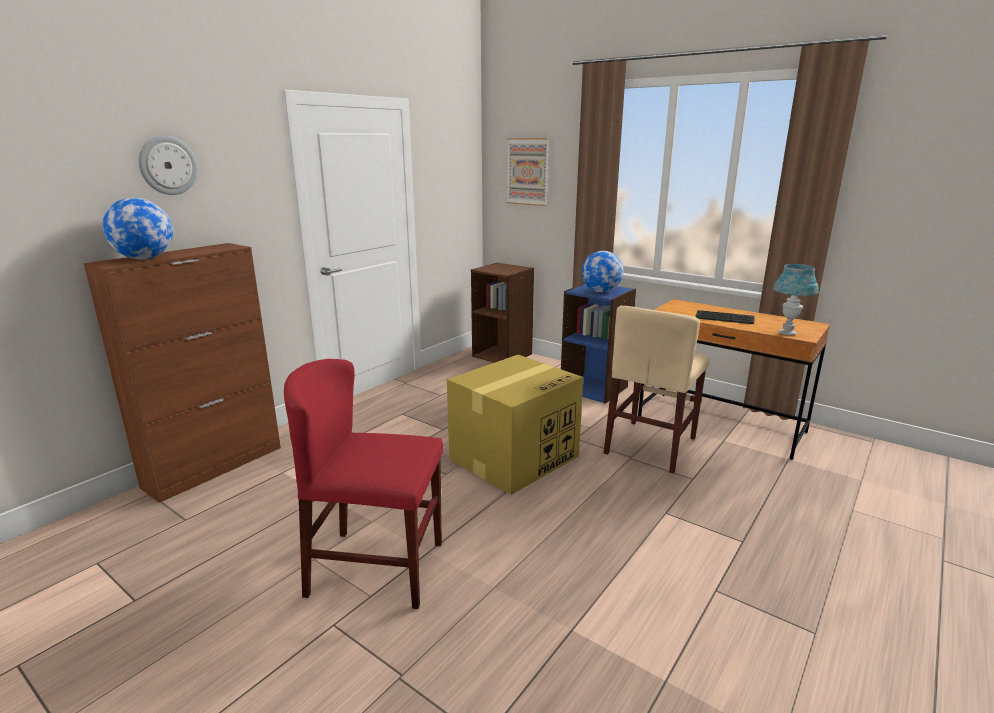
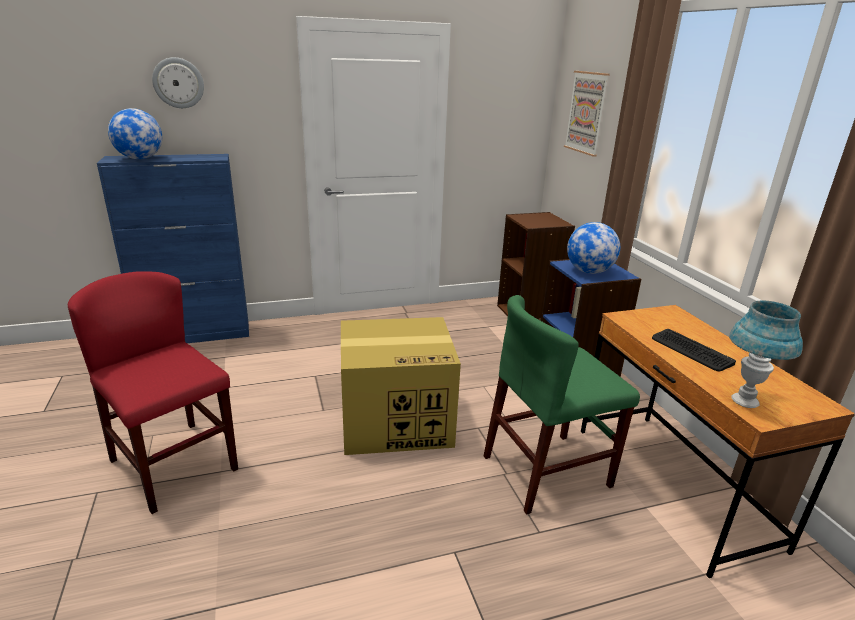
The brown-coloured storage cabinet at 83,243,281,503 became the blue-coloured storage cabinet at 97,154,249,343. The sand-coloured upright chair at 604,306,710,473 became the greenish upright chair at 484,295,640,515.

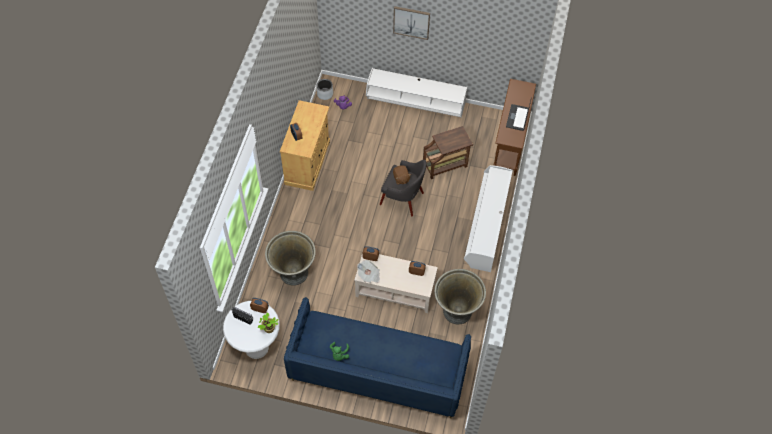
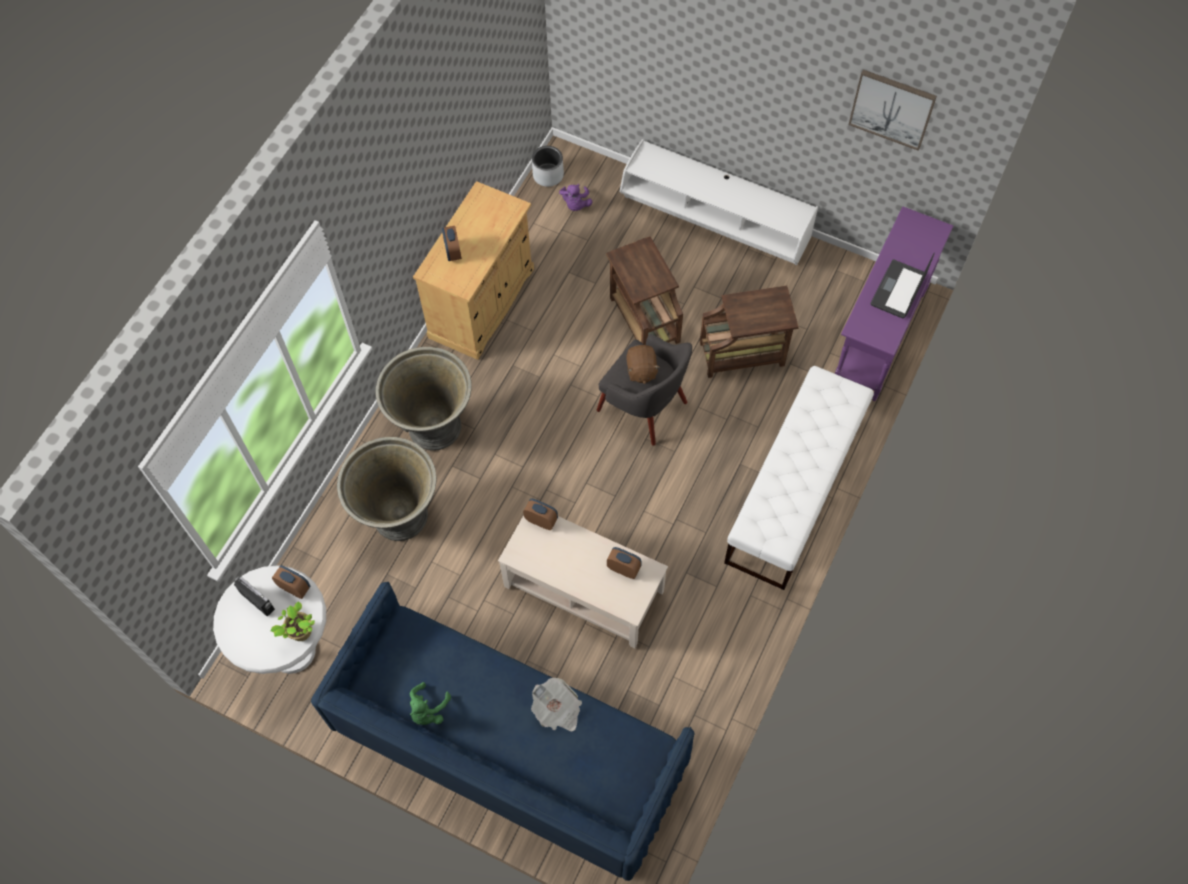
The brown-coloured side table at 606,236,683,345 appeared. The newspaper moved from 357,260,380,283 to 531,678,582,732. The picture moved from 393,6,430,40 to 849,70,937,151. The grey flower pot moved from 434,269,486,324 to 375,347,472,451. The white-coloured media console at 464,165,513,272 was replaced by the white-coloured bench at 724,366,874,590. The brown-coloured narrow table at 493,79,536,176 became the purplish narrow table at 835,206,953,401.

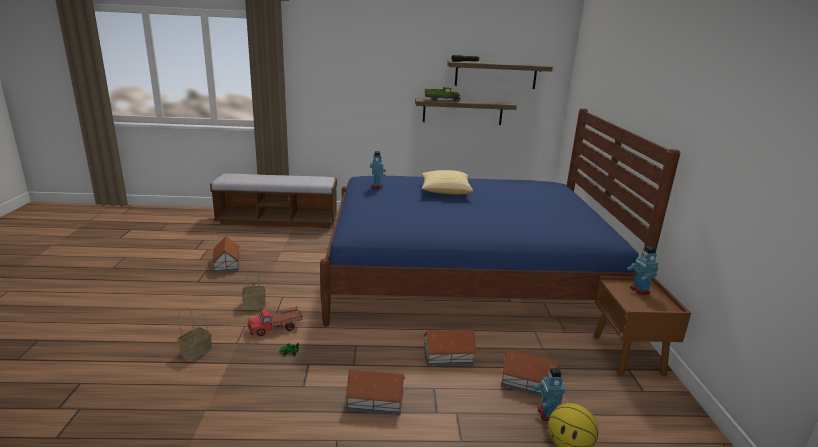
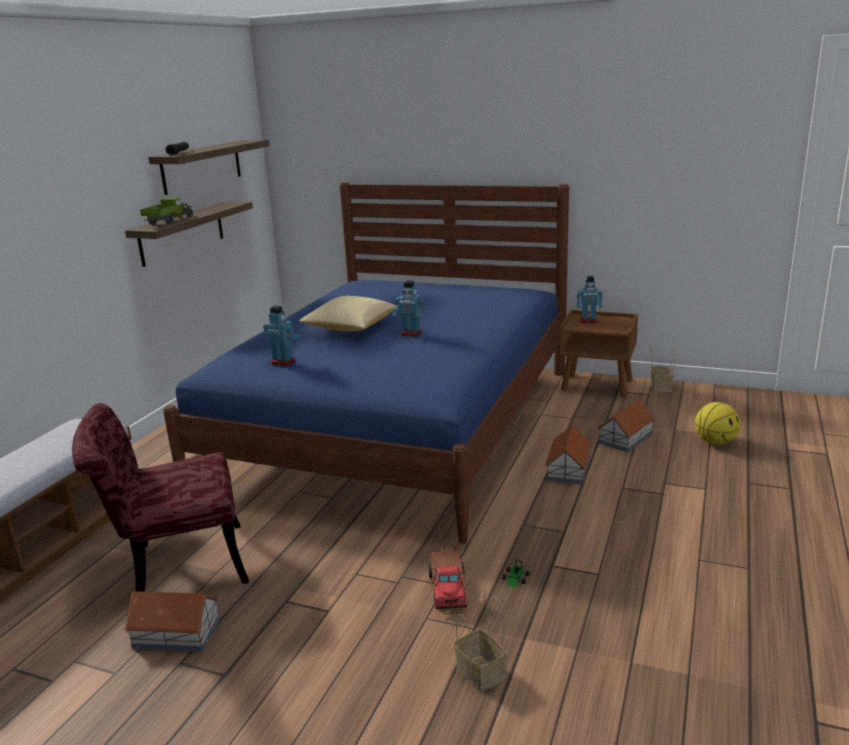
The miniature house at 345,370,405,416 disappeared. The red upright chair at 72,403,249,592 appeared. The storage basket moved from 242,263,266,309 to 650,345,676,392. The toy robot moved from 534,368,565,421 to 392,280,425,337.

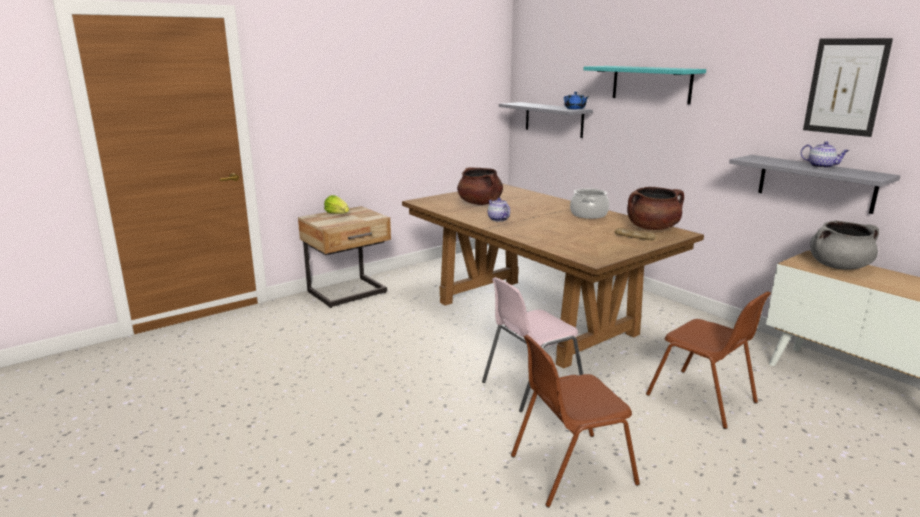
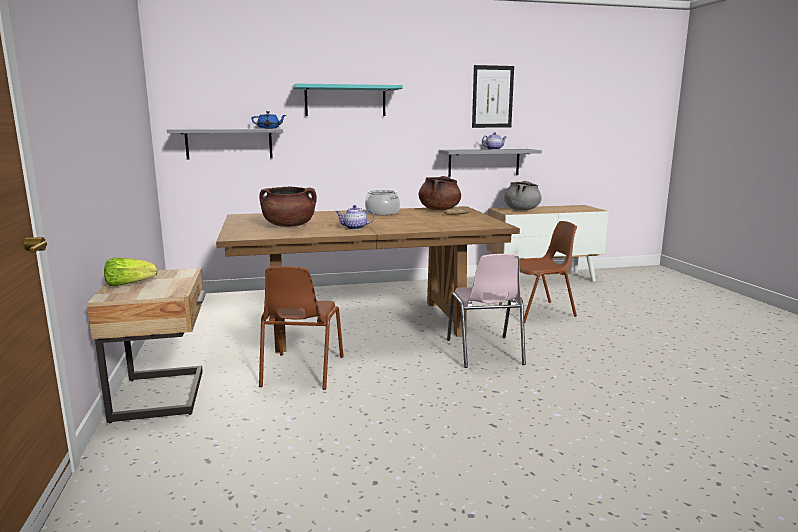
The brown-coloured upright chair moved from 511,335,640,507 to 259,266,344,390.

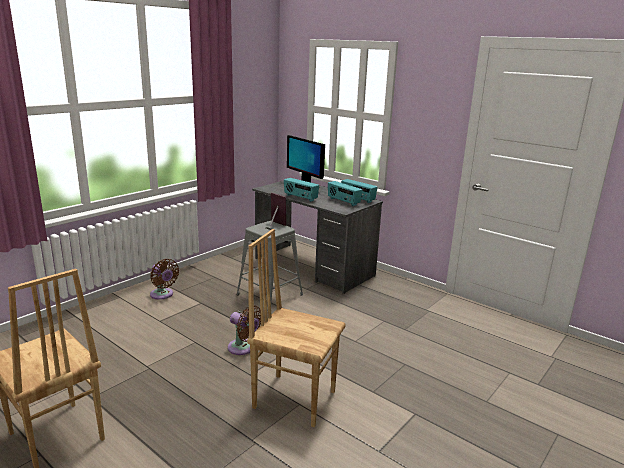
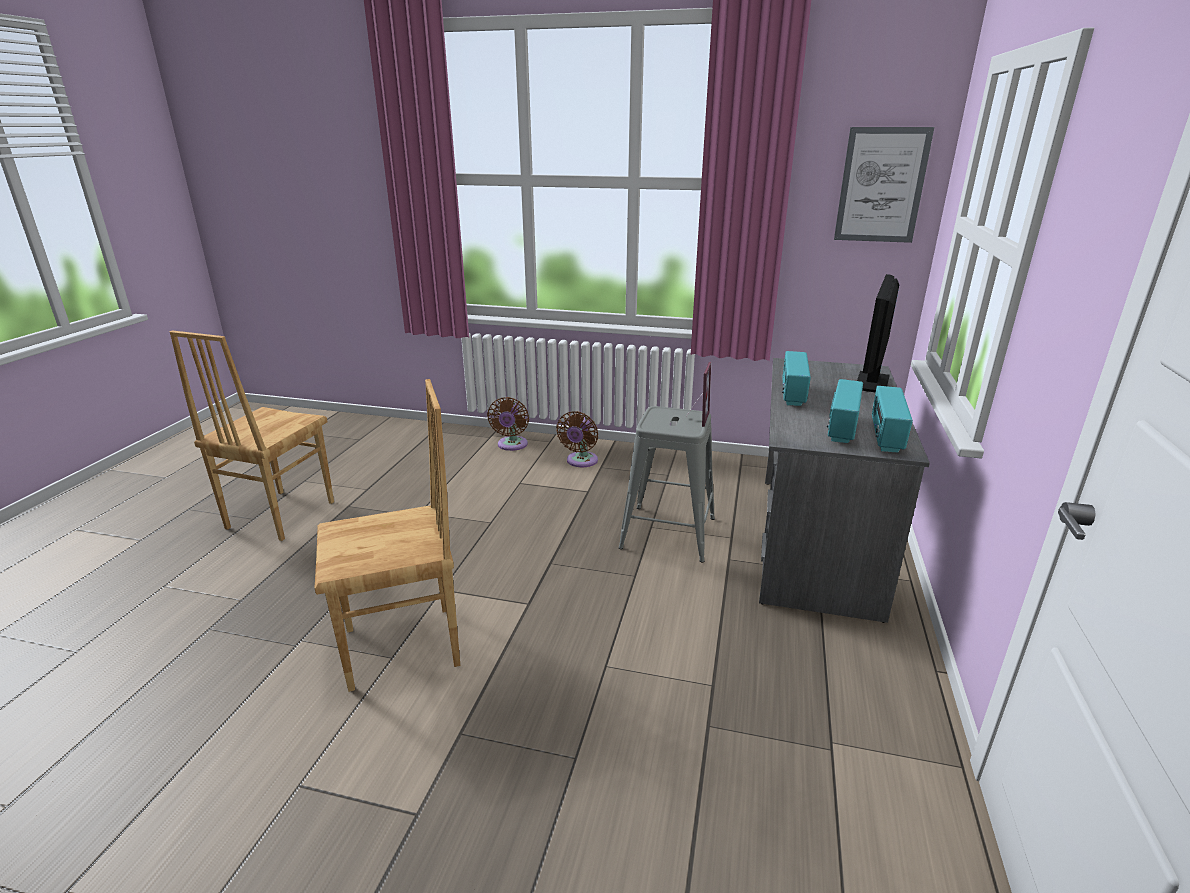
The picture at 834,127,934,243 appeared. The brown-coloured electric fan moved from 228,306,261,355 to 487,397,529,451. The brown-coloured upright chair at 247,229,346,427 turned 75 degrees clockwise.

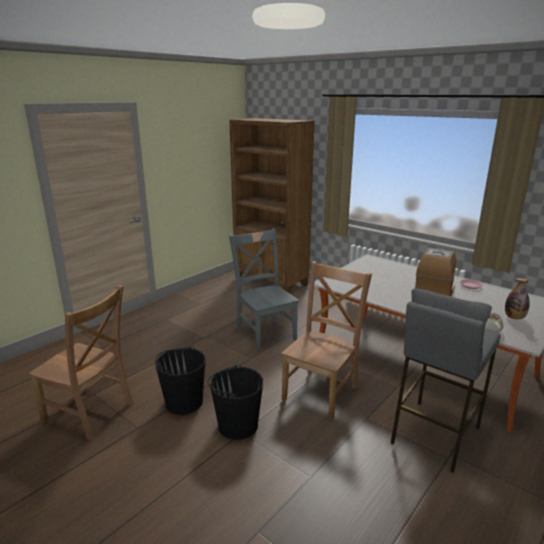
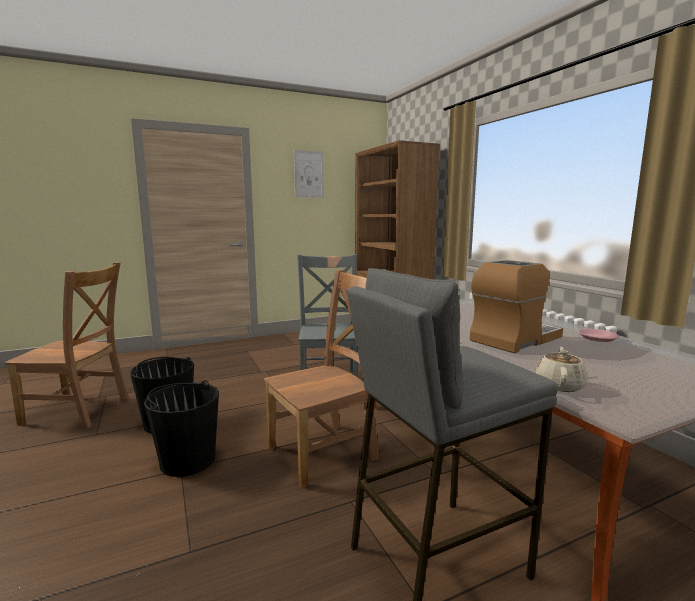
The beverage bottle at 505,278,530,320 disappeared. The picture at 294,150,324,198 appeared. The brown-coloured upright chair at 28,285,133,441 turned 45 degrees counterclockwise.

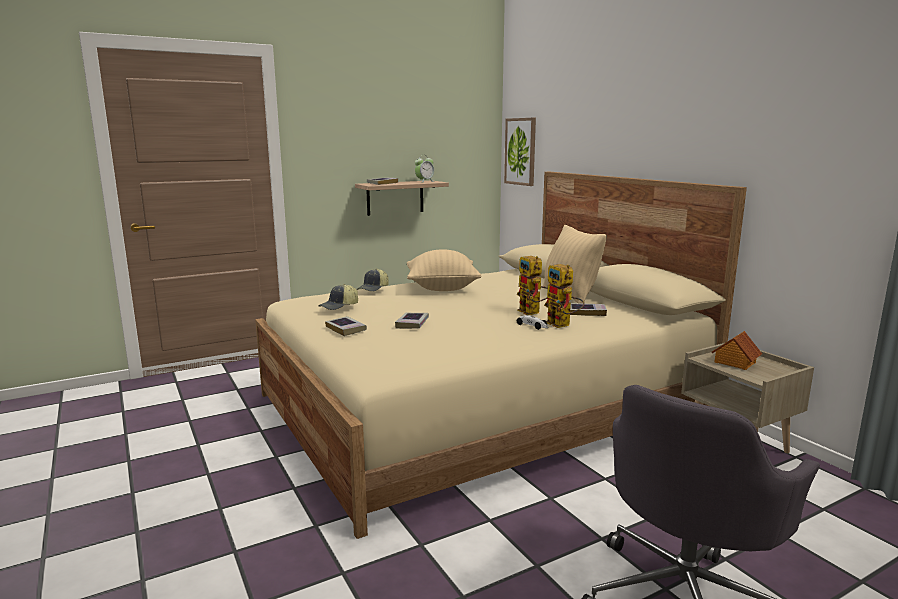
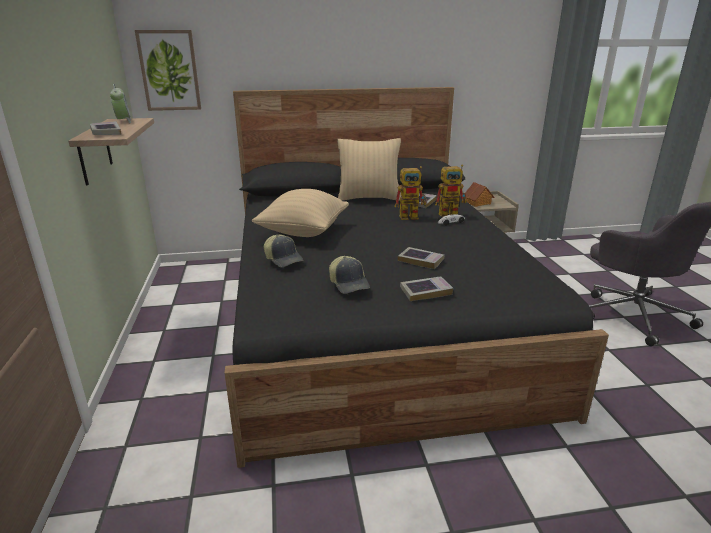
The sand-coloured bedroom bed at 255,172,747,539 became the black bedroom bed at 225,87,609,468.

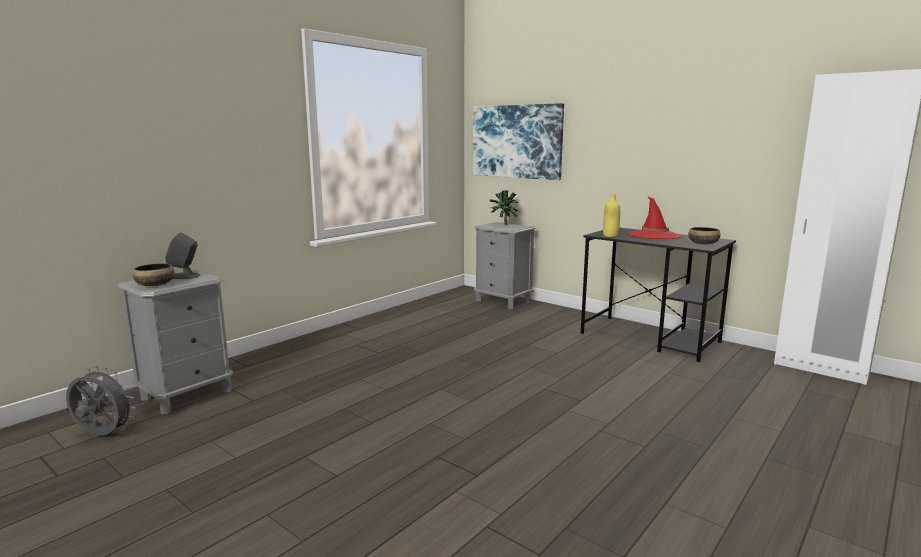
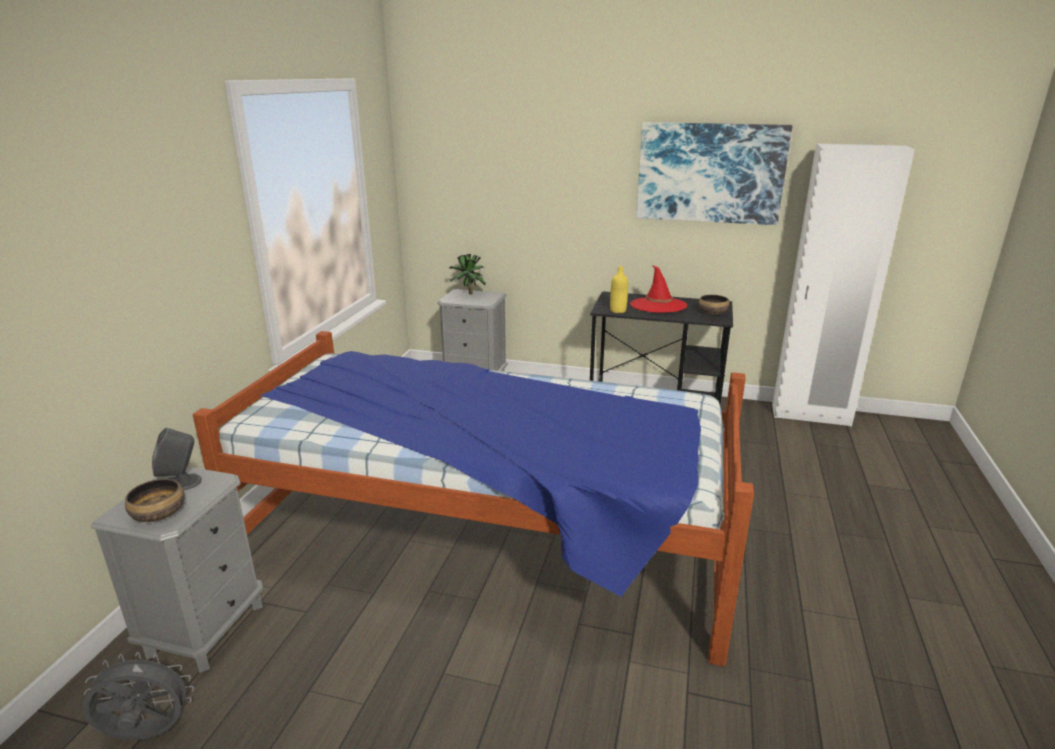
The bedroom bed at 193,331,754,667 appeared. The picture moved from 473,103,564,180 to 636,122,792,225.

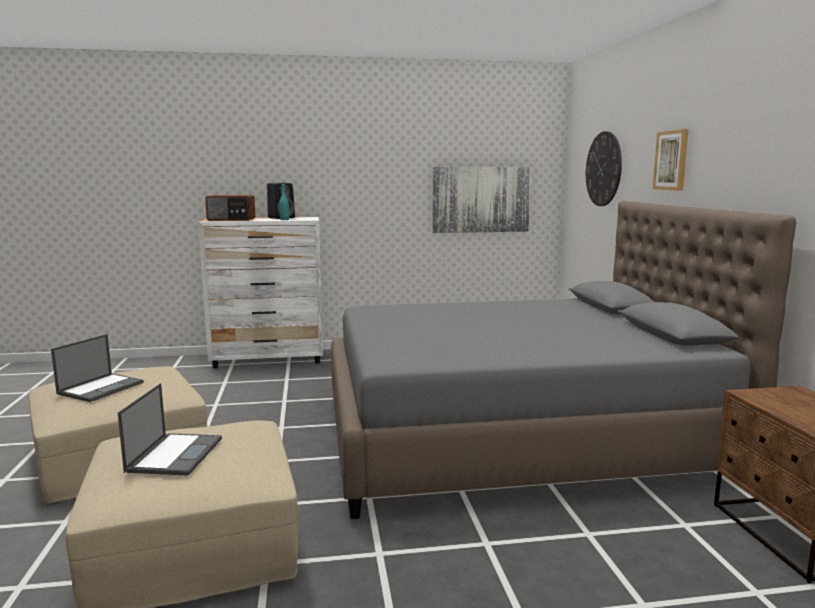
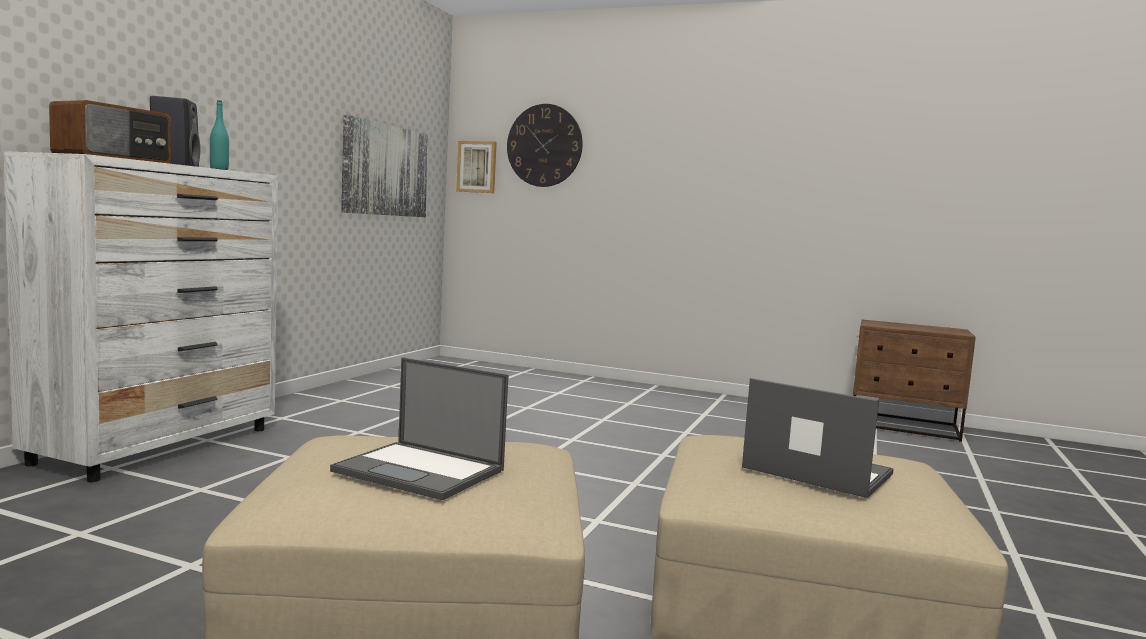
The grey bedroom bed at 331,201,796,519 disappeared. The picture moved from 653,129,689,190 to 456,141,497,193. The notebook computer at 51,334,144,402 turned 150 degrees clockwise.

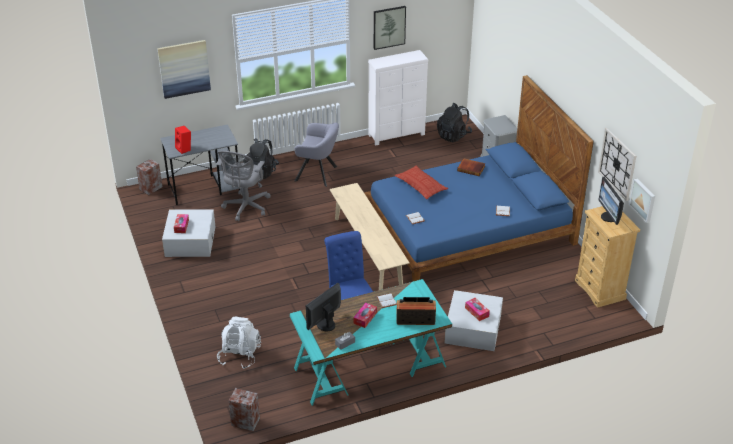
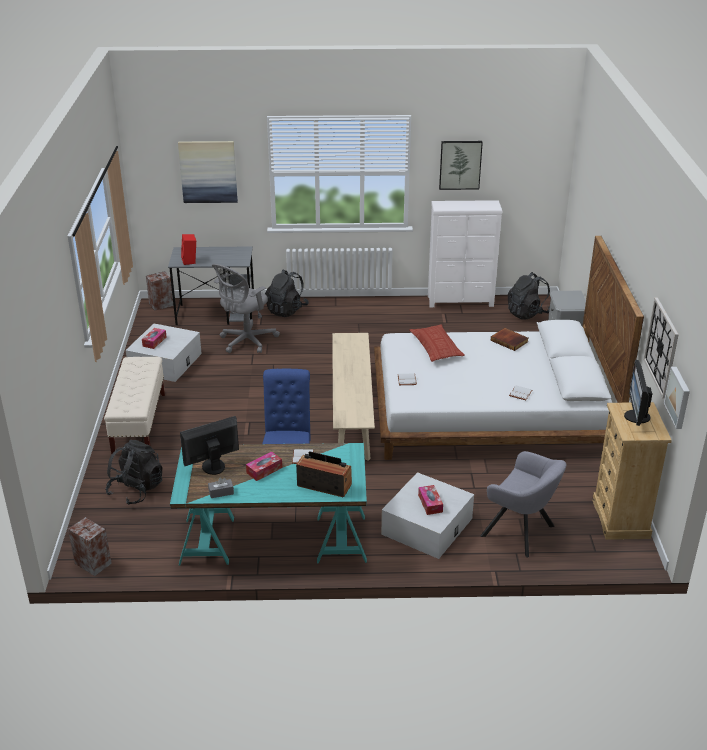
The sand-coloured bench at 104,357,165,455 appeared. The grey lounge chair moved from 295,123,339,187 to 480,451,566,558. The white-coloured rucksack at 217,316,261,369 became the black rucksack at 105,440,162,505. The blue-coloured bedroom bed at 364,75,594,282 became the white-coloured bedroom bed at 374,236,644,460.

